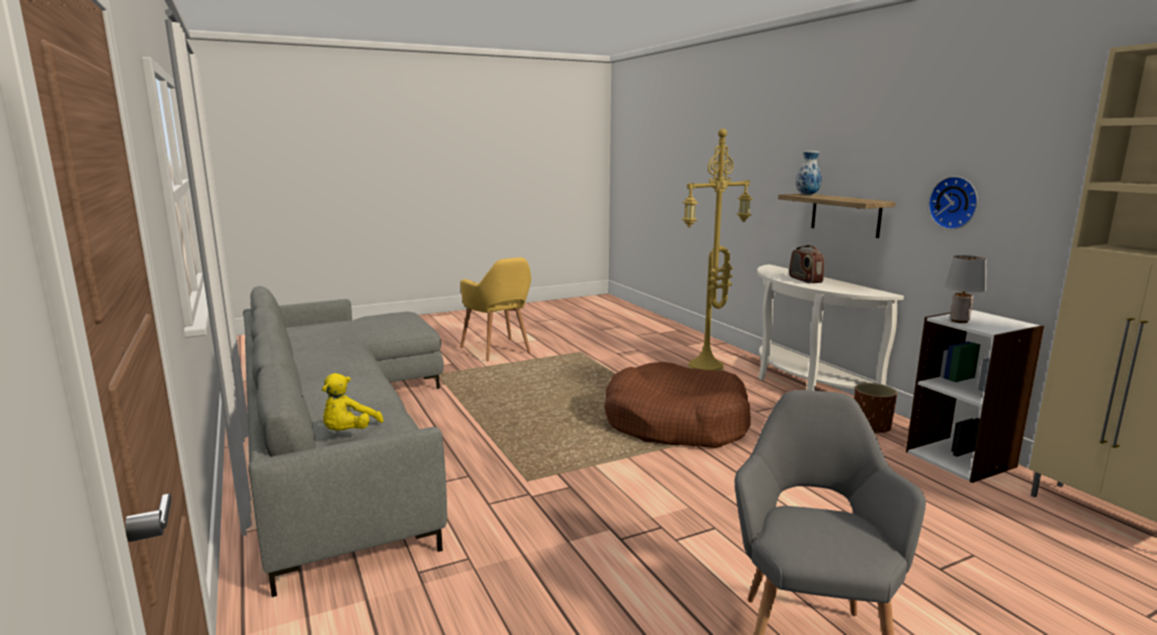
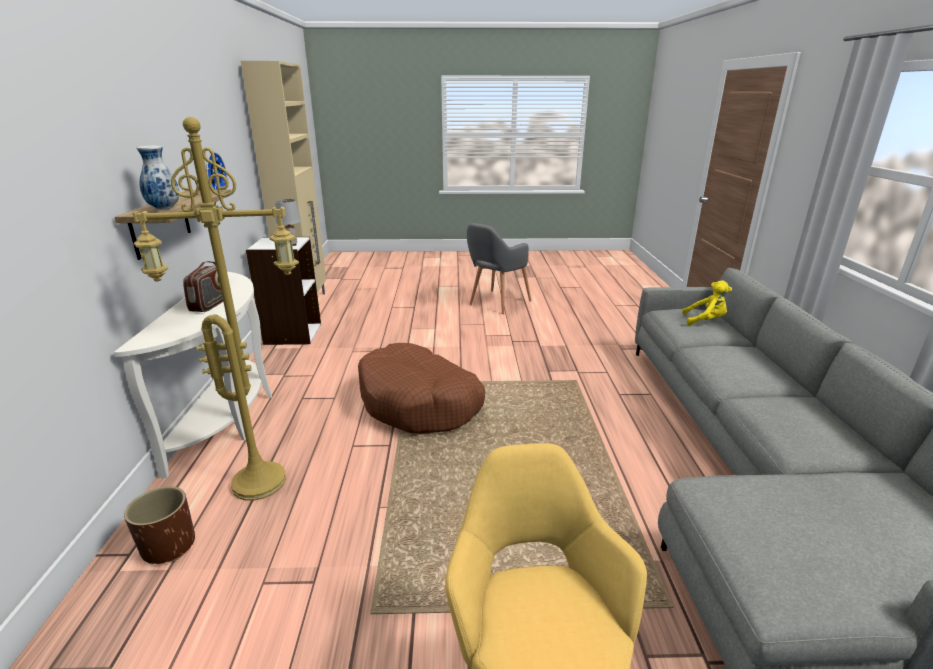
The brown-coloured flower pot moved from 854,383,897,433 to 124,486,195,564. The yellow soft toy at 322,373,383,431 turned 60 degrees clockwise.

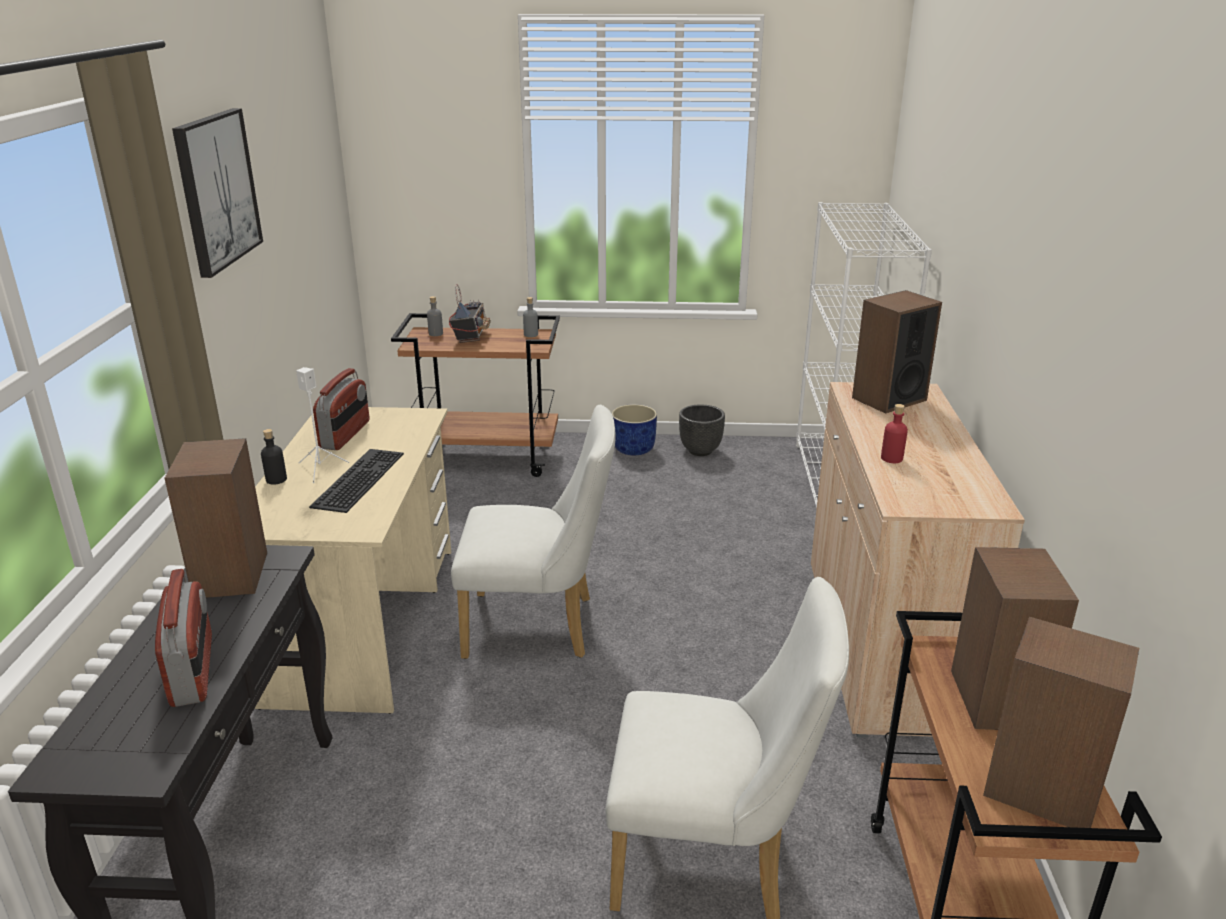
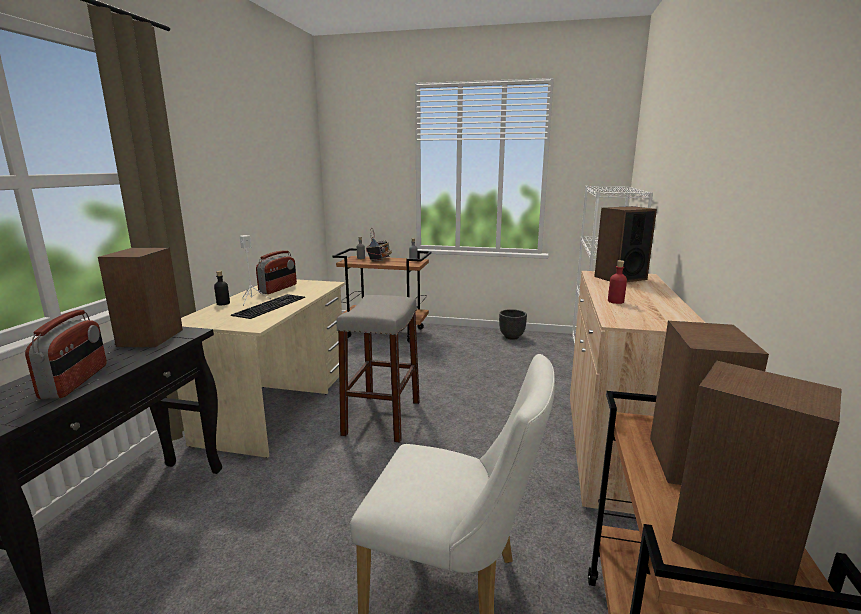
The picture at 172,108,263,278 disappeared. The blue-coloured flower pot at 612,404,657,455 disappeared. The white-coloured upright chair at 451,405,616,659 was replaced by the grey stool at 336,295,420,443.

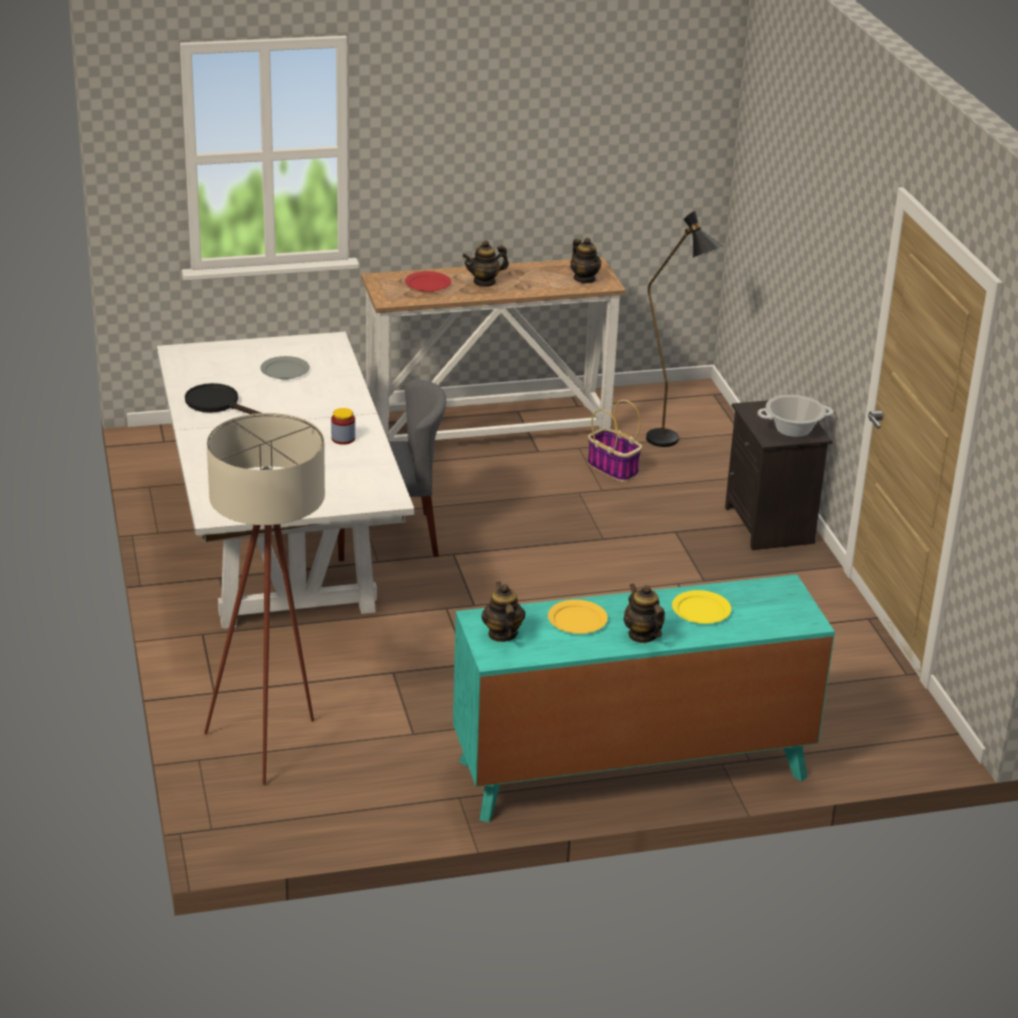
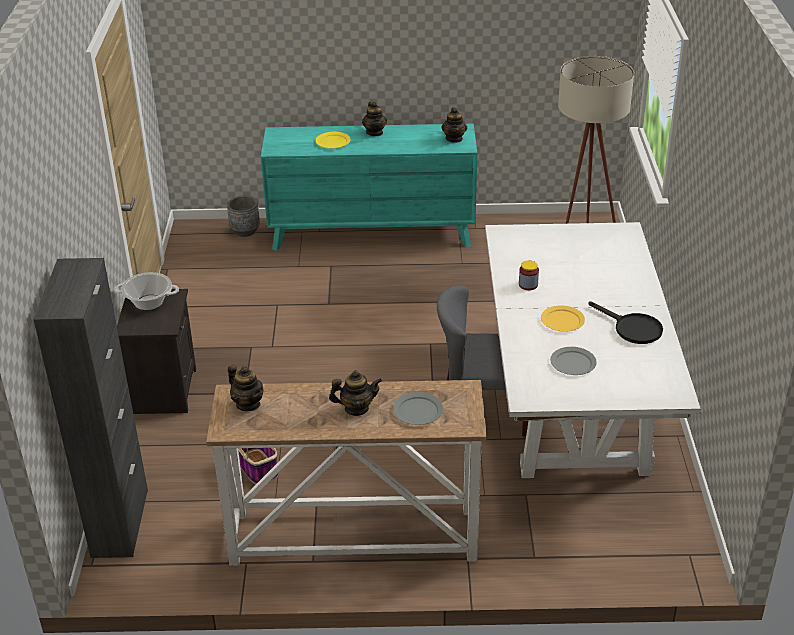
The black standard lamp at 646,211,724,447 disappeared. The black storage cabinet at 34,258,148,558 appeared. The grey flower pot at 227,196,260,237 appeared. The yellow flat dish moved from 548,600,608,634 to 541,305,585,332. The red flat dish at 405,271,451,292 became the grey flat dish at 393,392,443,425. The teapot at 570,238,601,283 turned 150 degrees clockwise.

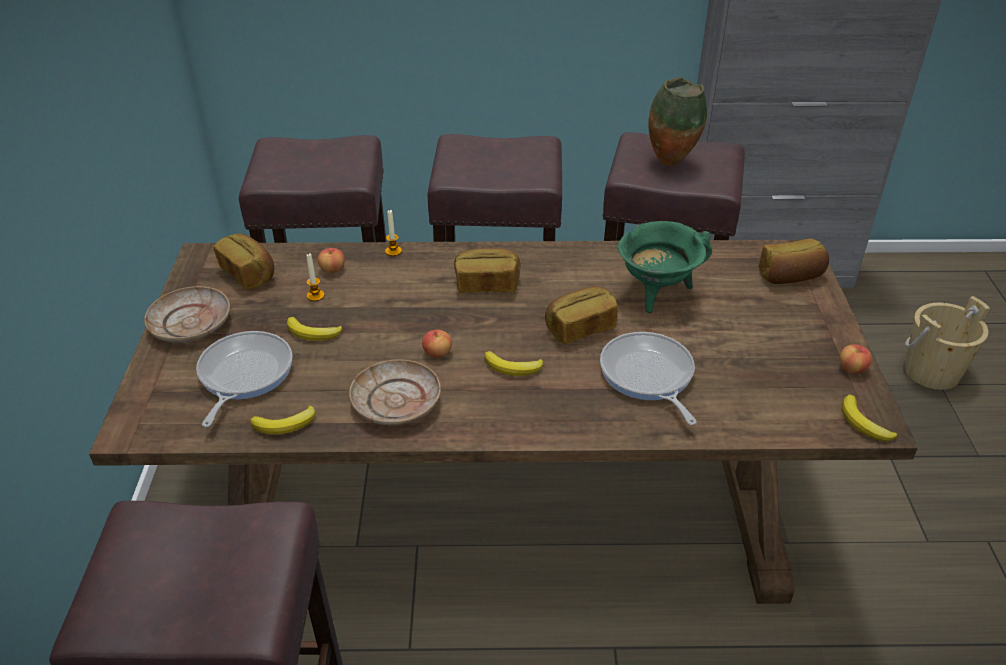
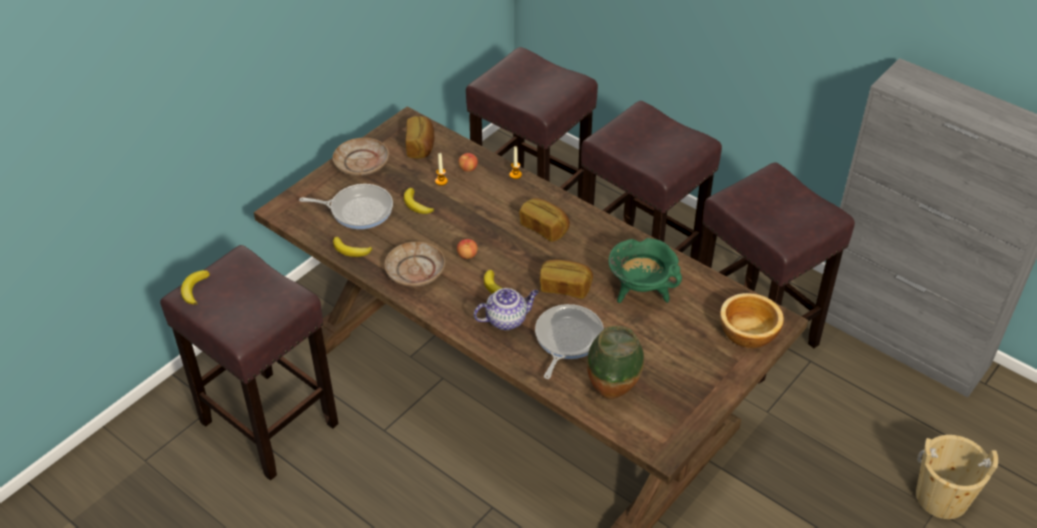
The apple fruit at 840,344,872,374 disappeared. The teapot at 474,288,539,330 appeared. The flower vase moved from 648,77,707,166 to 587,326,644,399. The banana fruit moved from 842,395,898,441 to 181,270,210,305. The baked bread at 759,238,829,284 was replaced by the bowl at 720,293,784,348. The skillet at 196,331,293,427 turned 45 degrees clockwise.

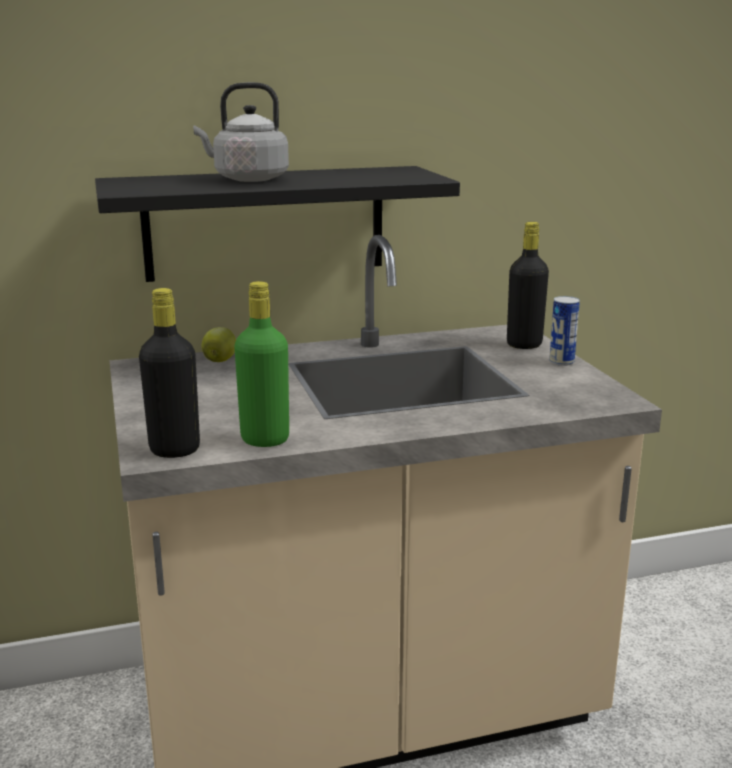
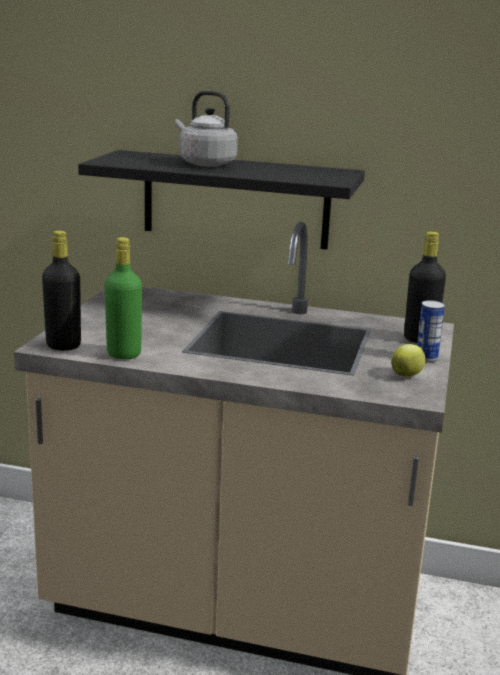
The apple fruit moved from 202,327,236,362 to 391,344,425,377.

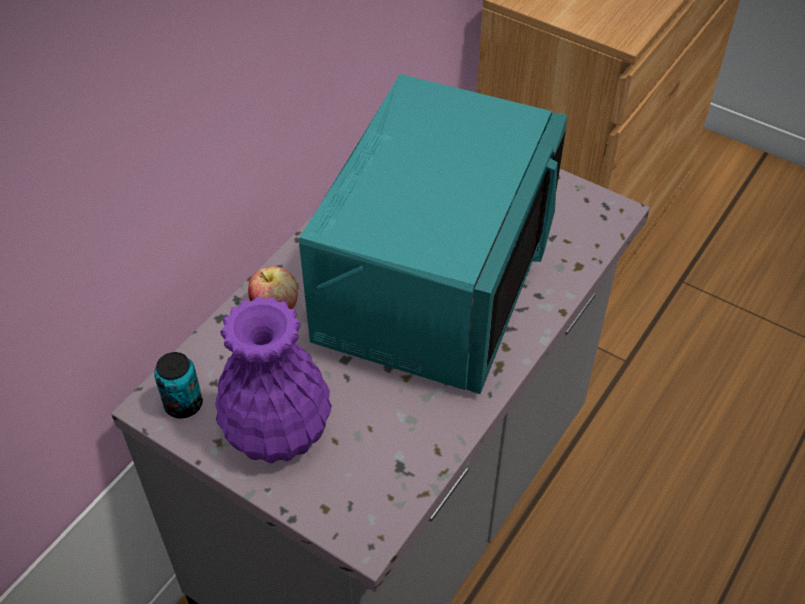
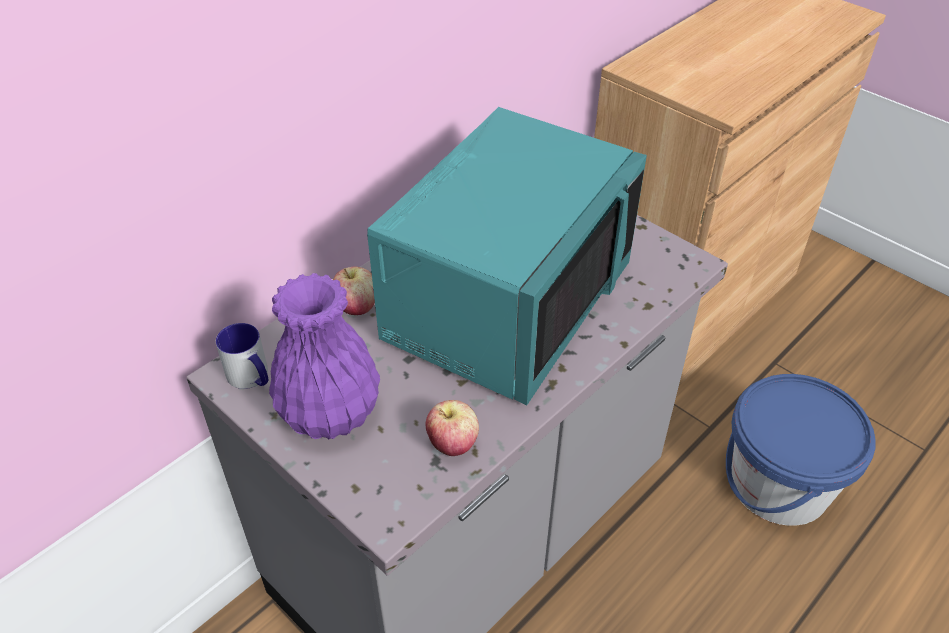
The apple fruit at 426,400,479,456 appeared. The blue-coloured water bucket at 726,374,876,526 appeared. The metal can at 154,352,203,418 was replaced by the tea mug at 216,323,268,389.

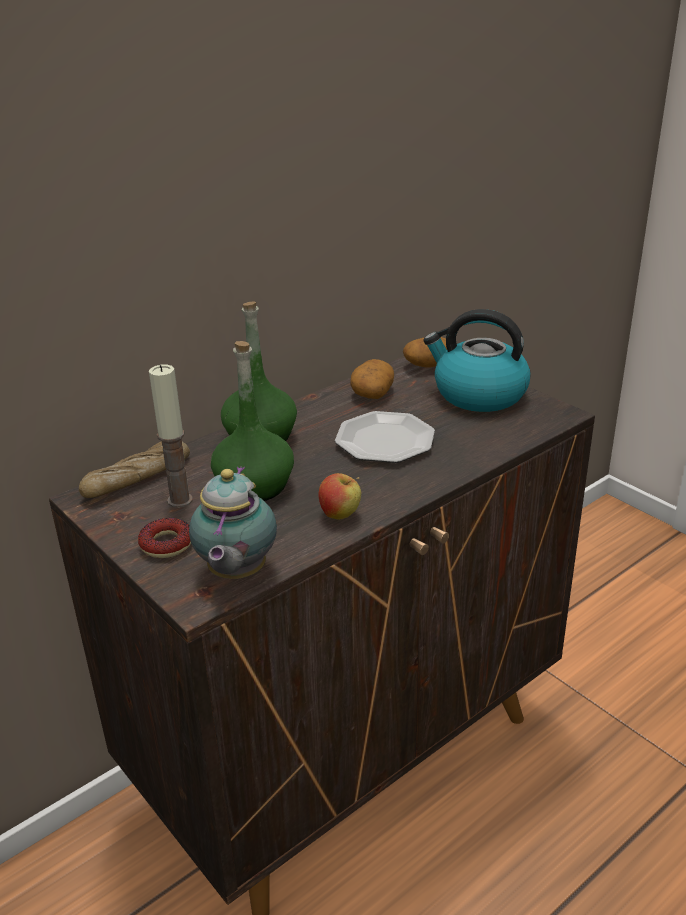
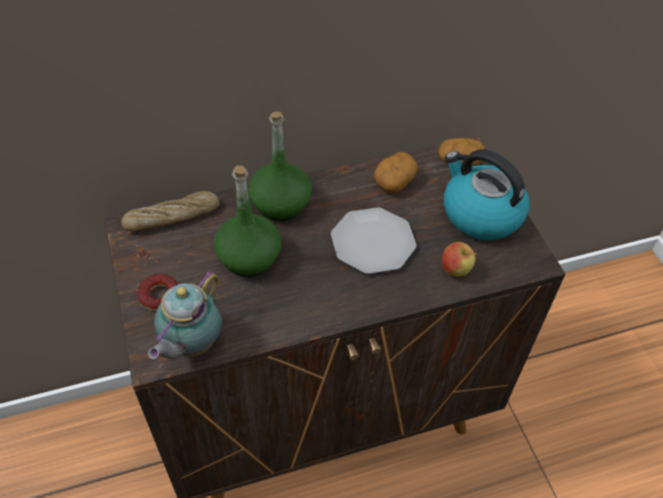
The wax light at 149,365,193,508 disappeared. The apple fruit moved from 319,473,361,520 to 442,242,476,277.

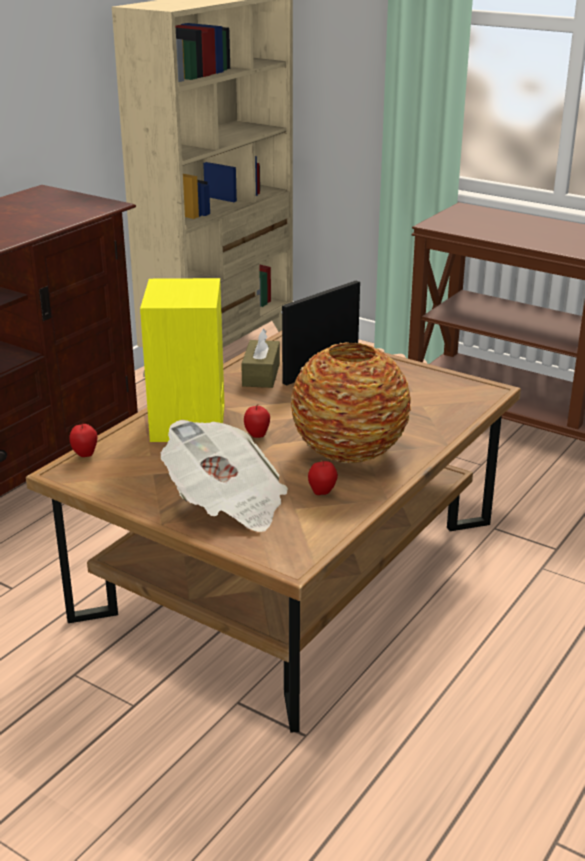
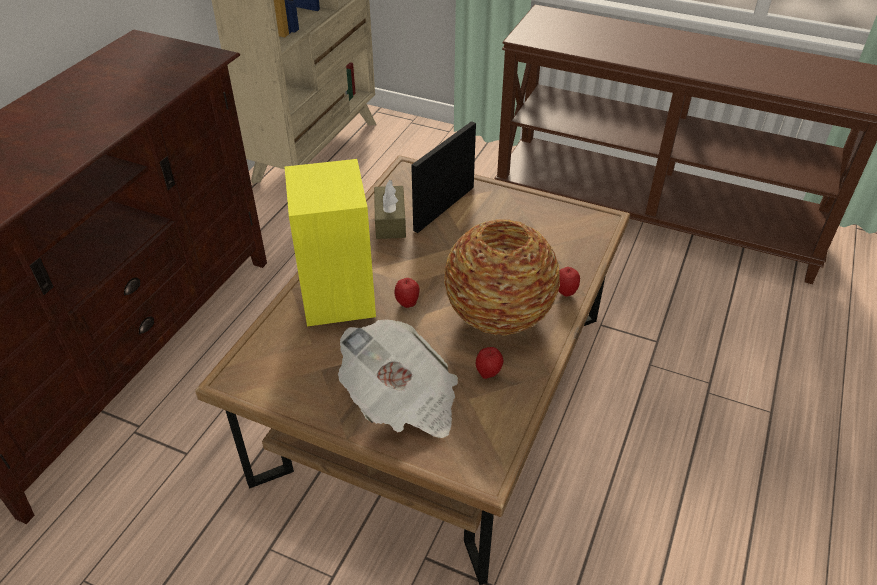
The apple fruit moved from 69,423,97,457 to 558,267,580,297.

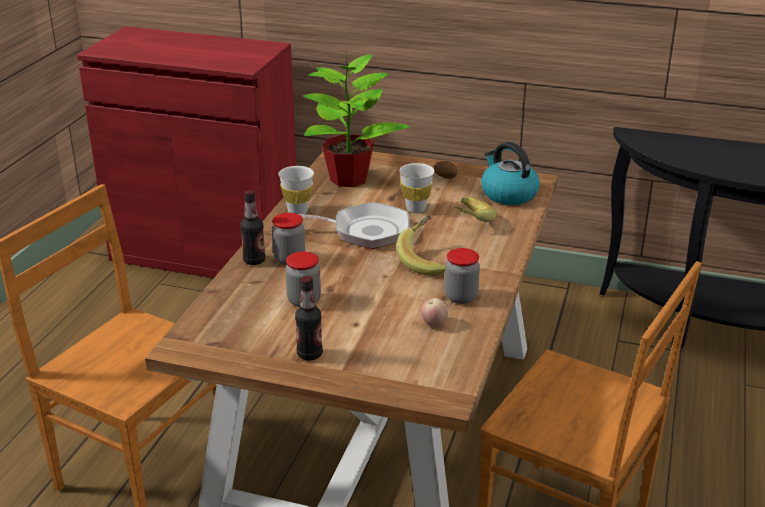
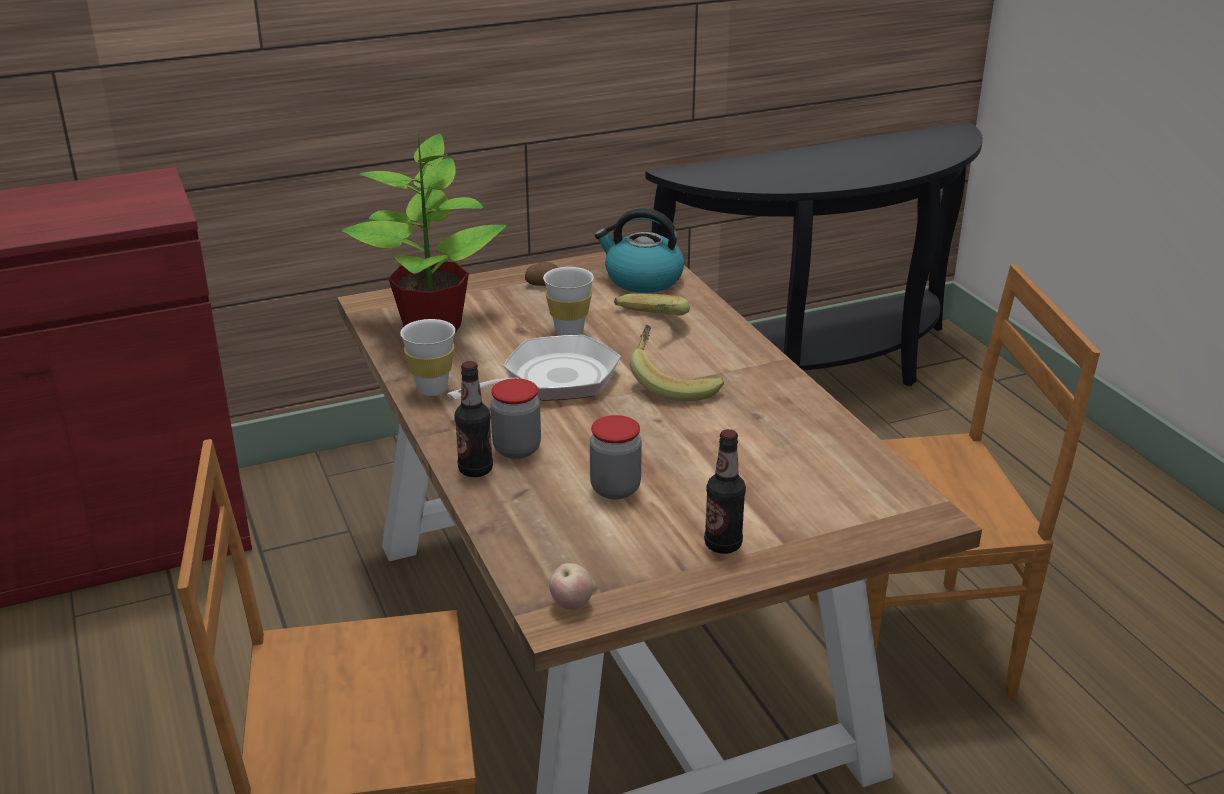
The jar at 444,248,480,304 disappeared. The apple fruit moved from 421,298,448,327 to 549,563,593,610.

